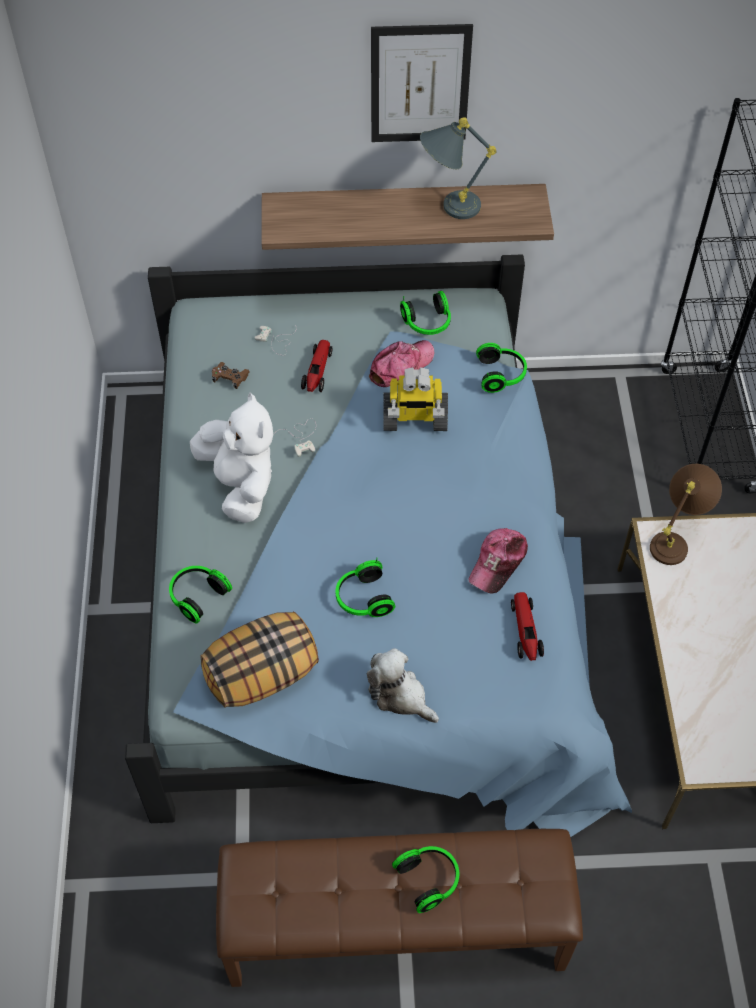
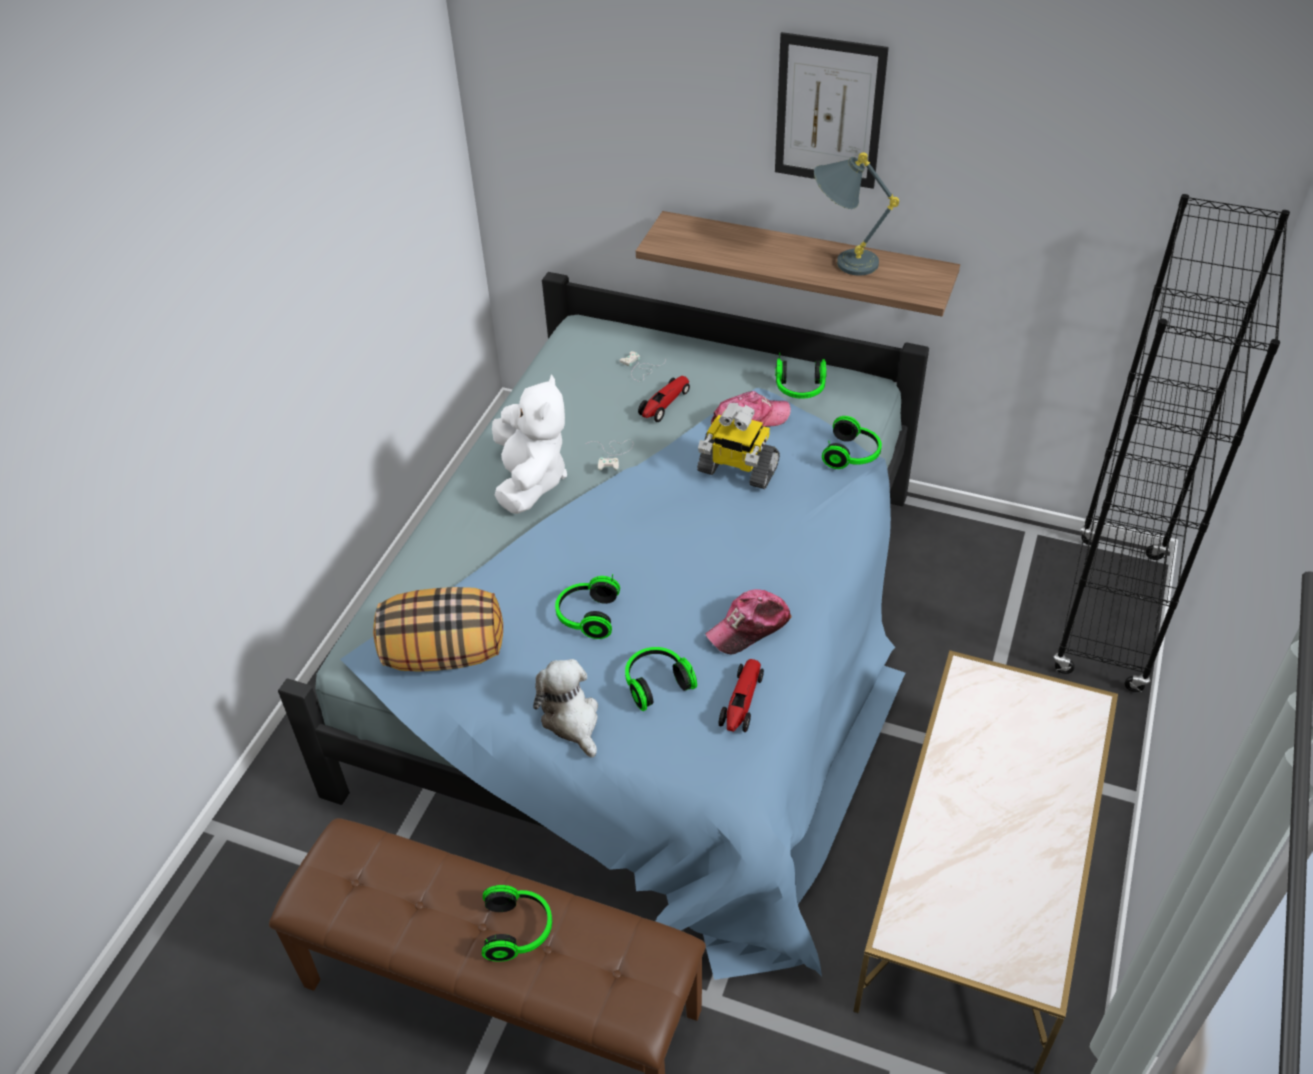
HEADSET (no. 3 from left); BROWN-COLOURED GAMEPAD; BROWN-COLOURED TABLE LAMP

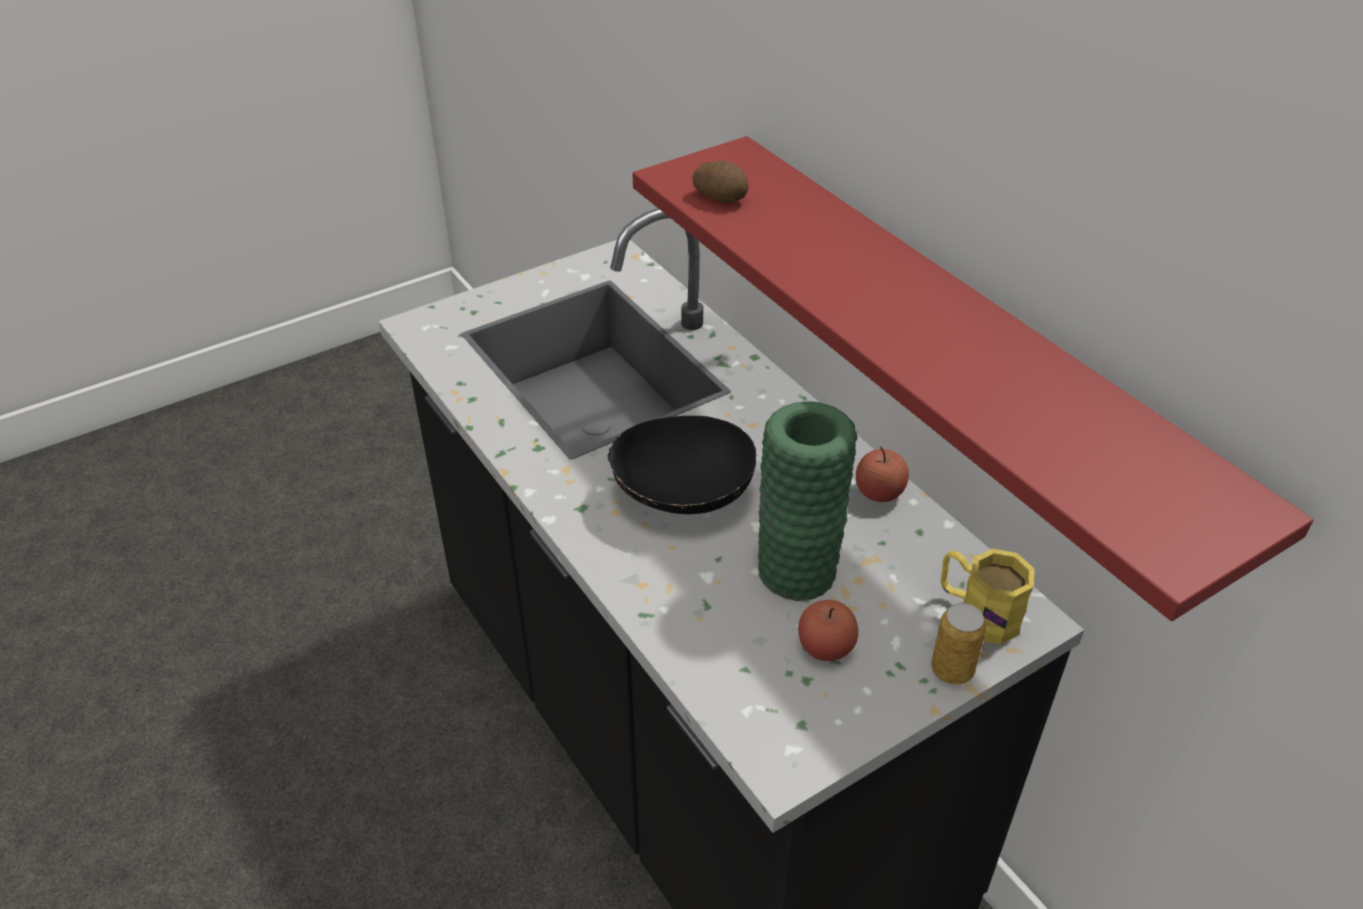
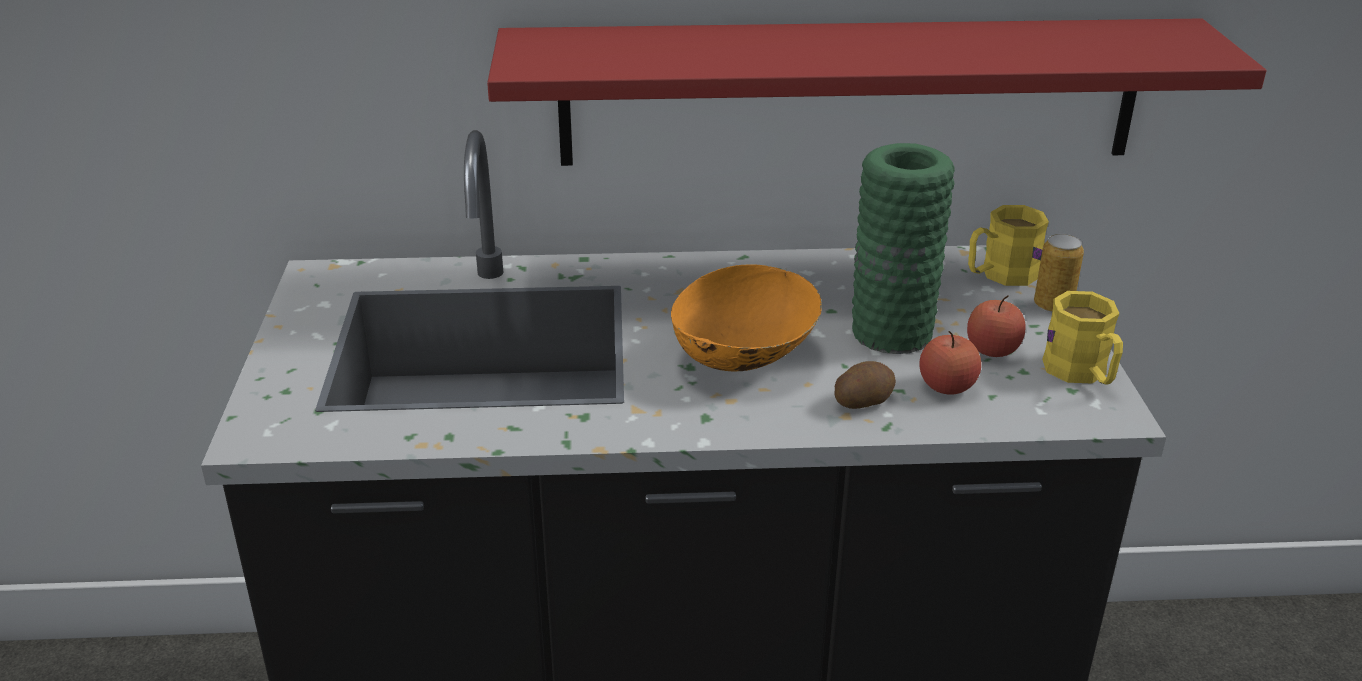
ORANGE-COLOURED BOWL; POTATO; WHOLE APPLE (no. 1 from left); YELLOWISH MUG (no. 2 from left)

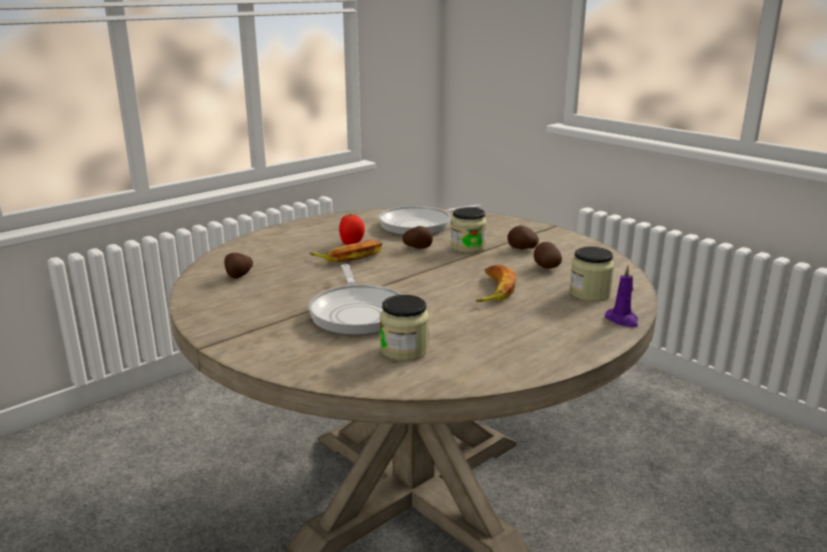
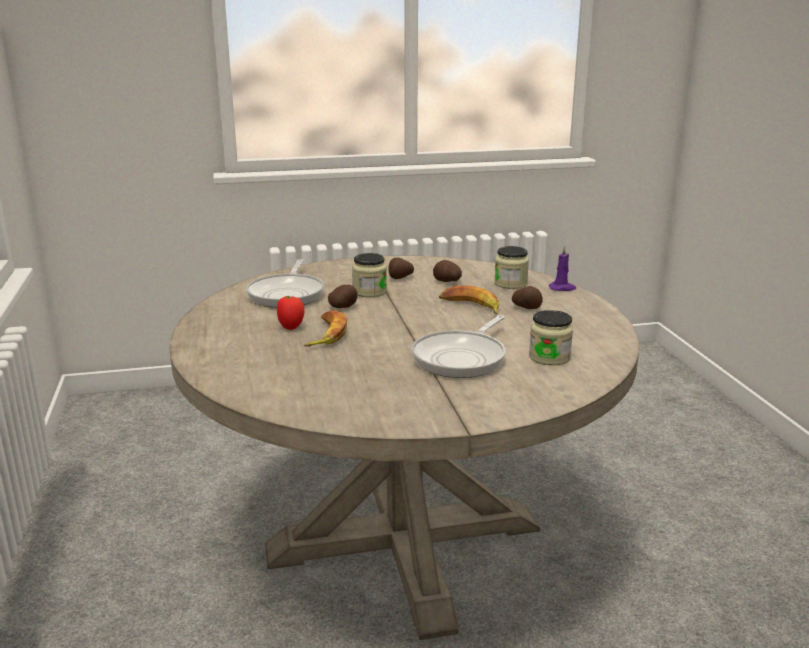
SKILLET (no. 2 from left); POTATO (no. 4 from left)

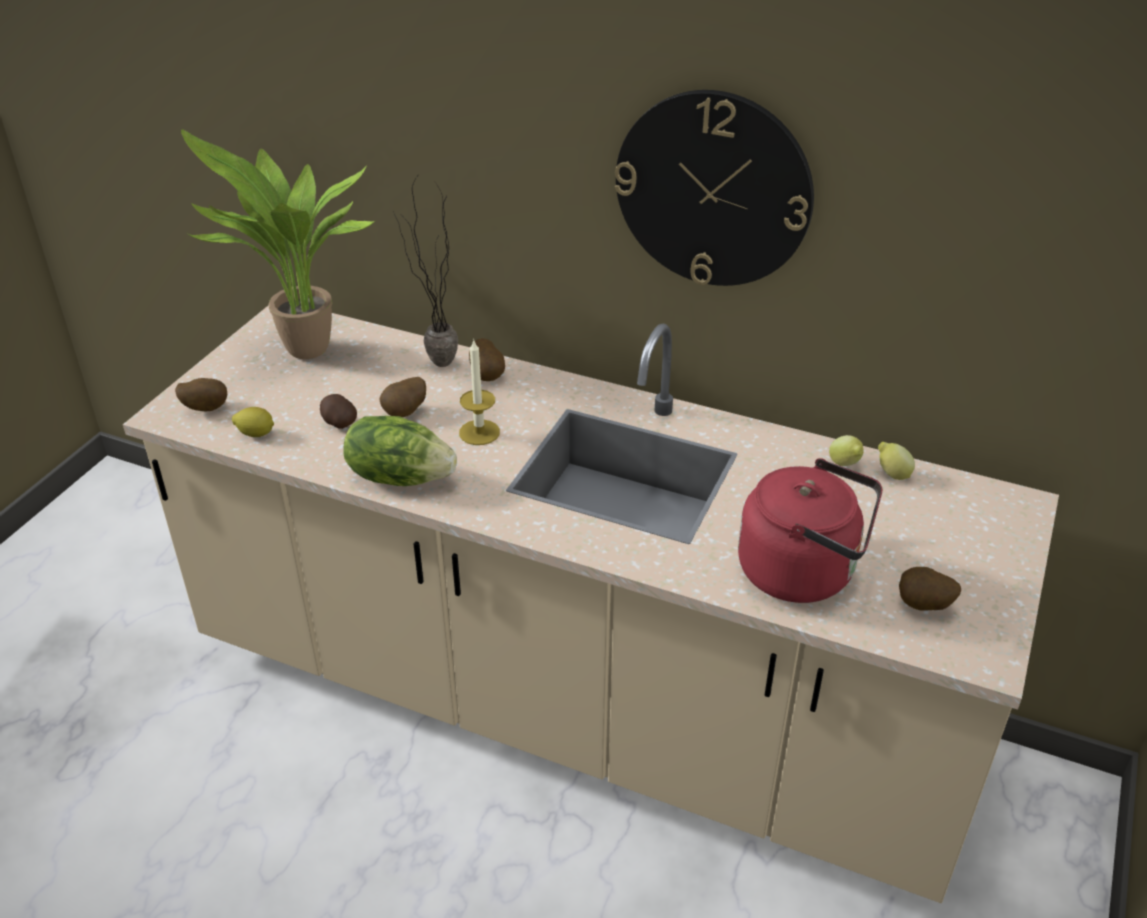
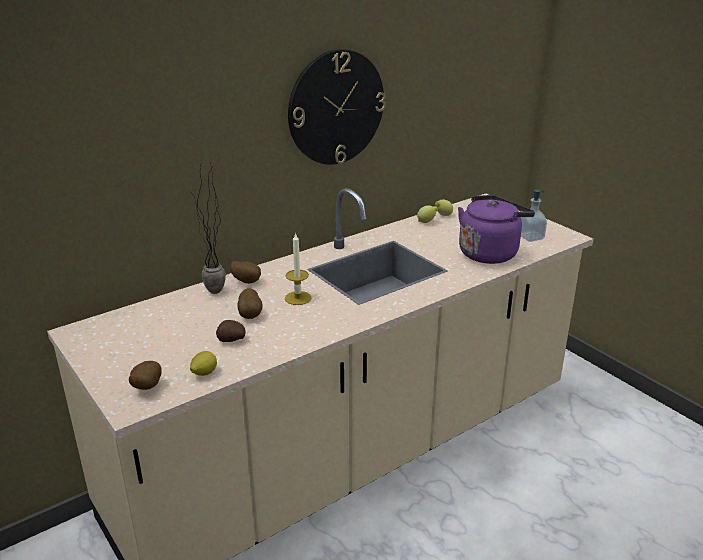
PURPLISH WATER KETTLE; LIQUID SOAP BOTTLE; POTTED PLANT (no. 1 from left in the first image); LETTUCE HEAD

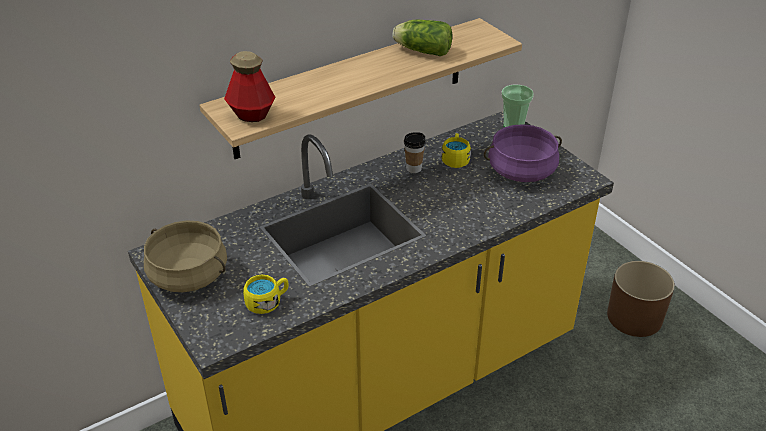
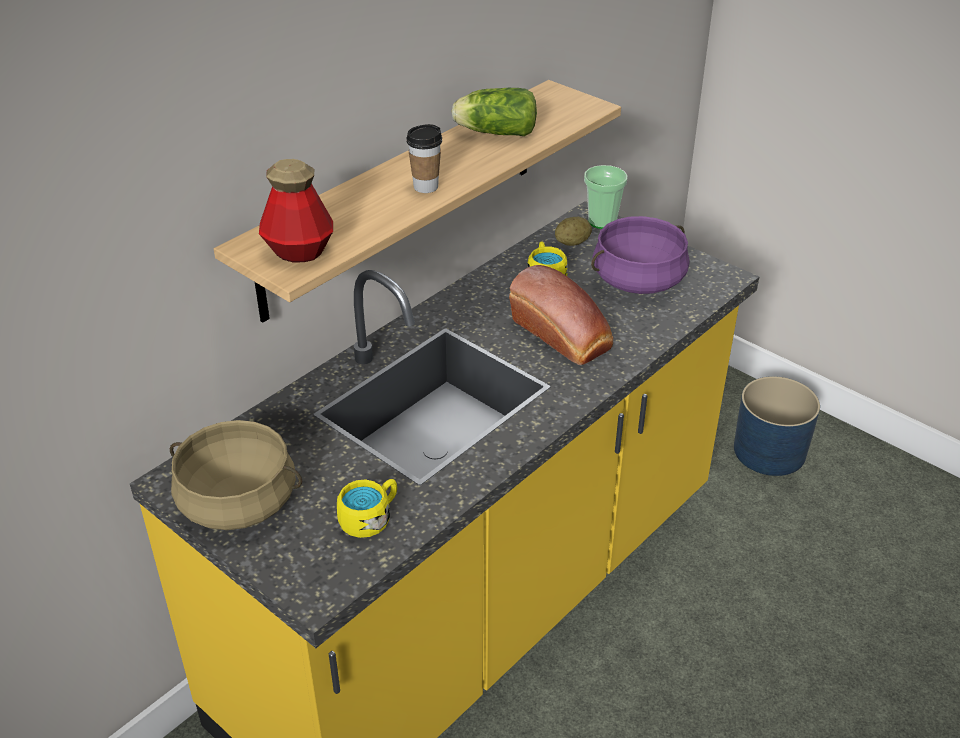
CUP (no. 1 from left); BAKERY BREAD; POTATO; BLUE-COLOURED PLANTER

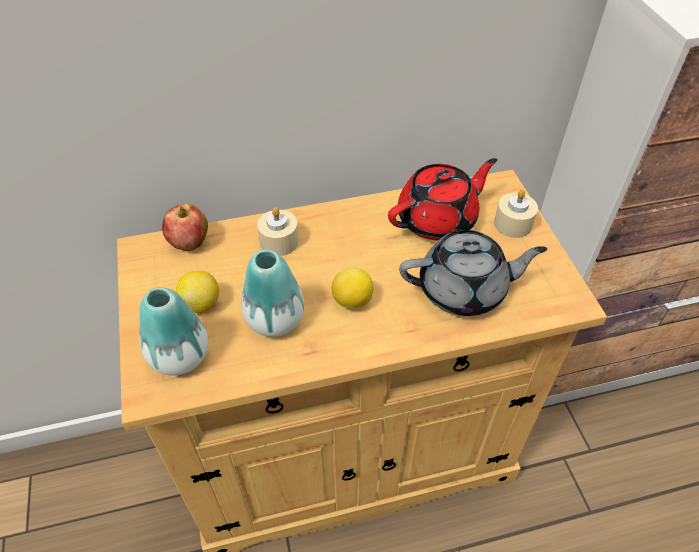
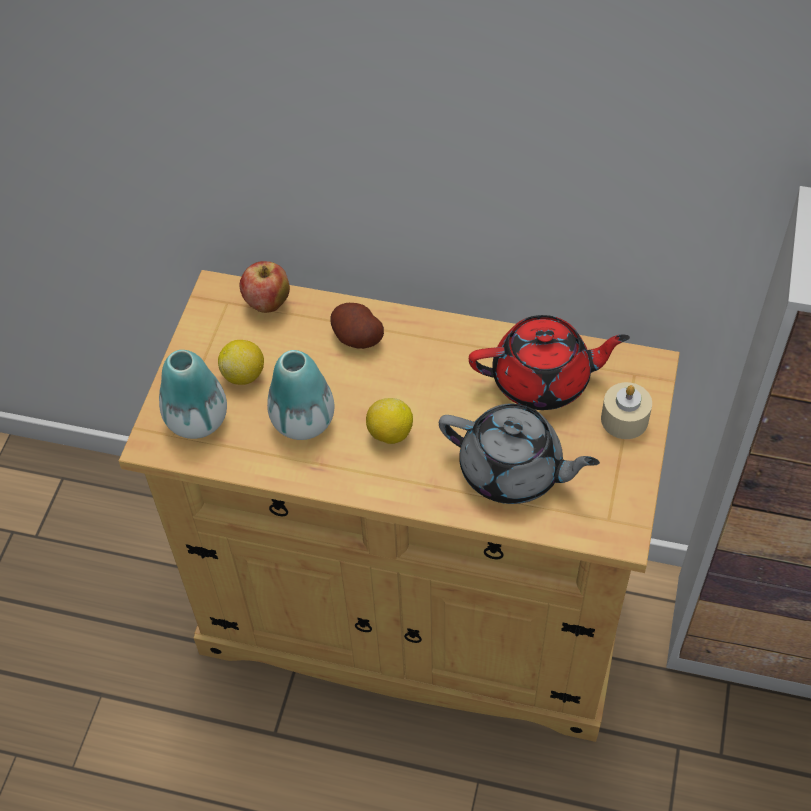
POTATO

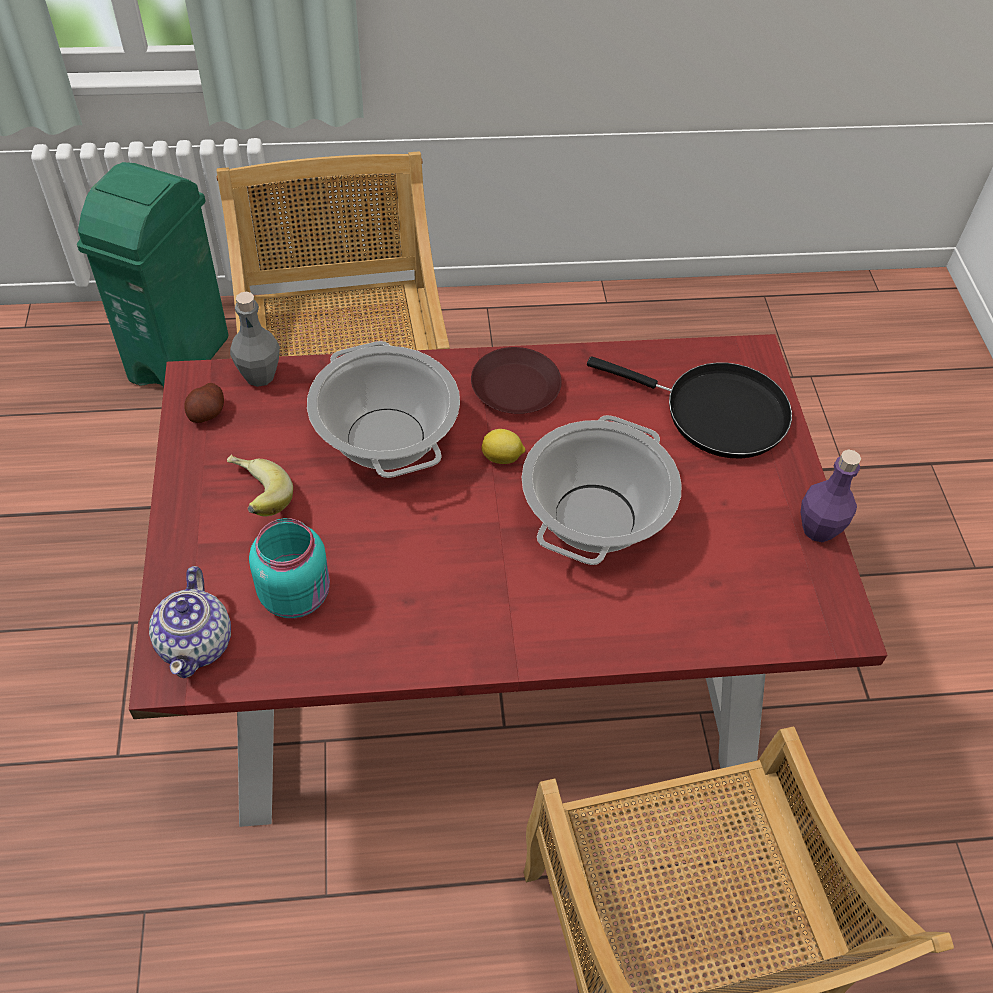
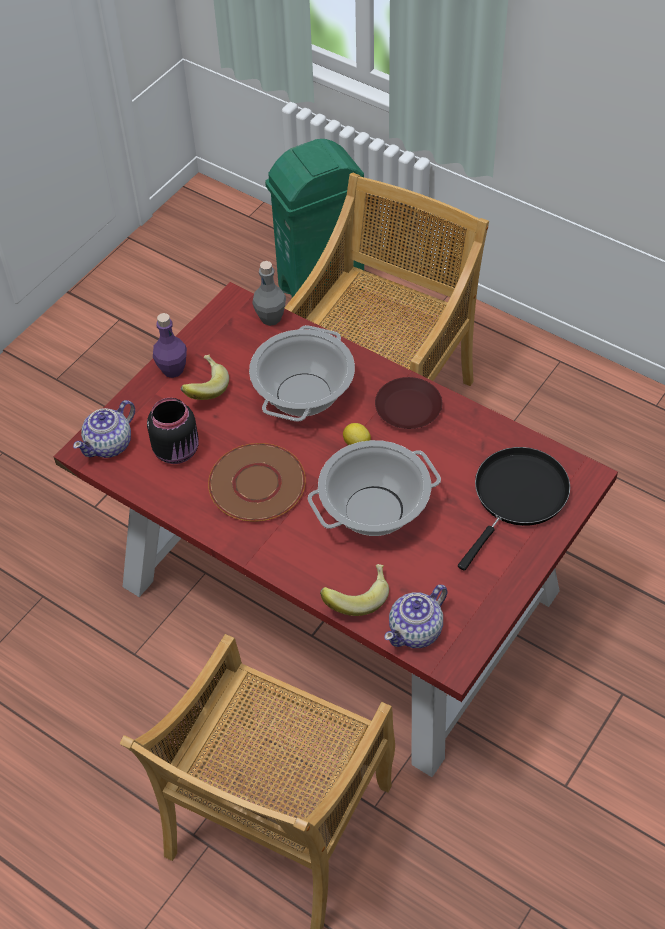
BLACK PRESERVE JAR; PURPLISH DRINK BOTTLE; BROWN-COLOURED PLATE (no. 1 from left); WHOLE BANANA (no. 2 from left); TEA POT (no. 2 from left); BLACK SKILLET; POTATO

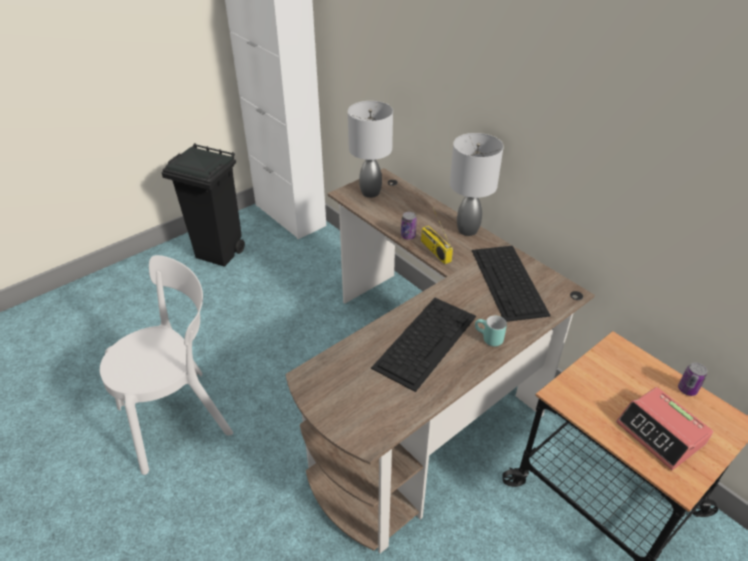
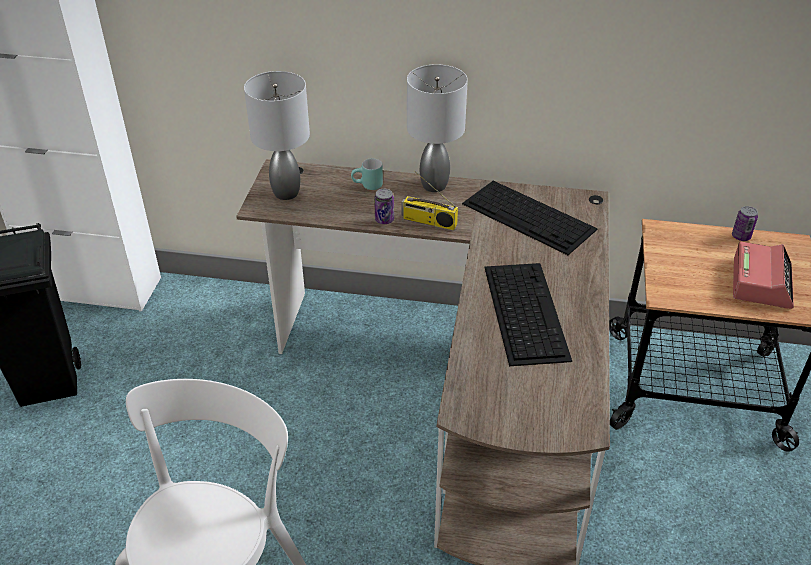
TURQUOISE-COLOURED MUG; TABLE CLOCK

